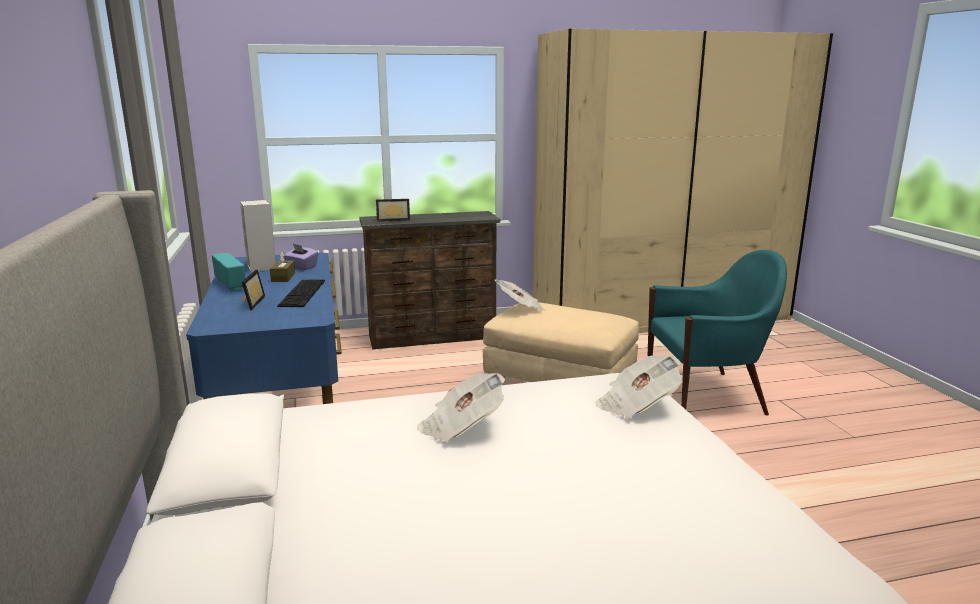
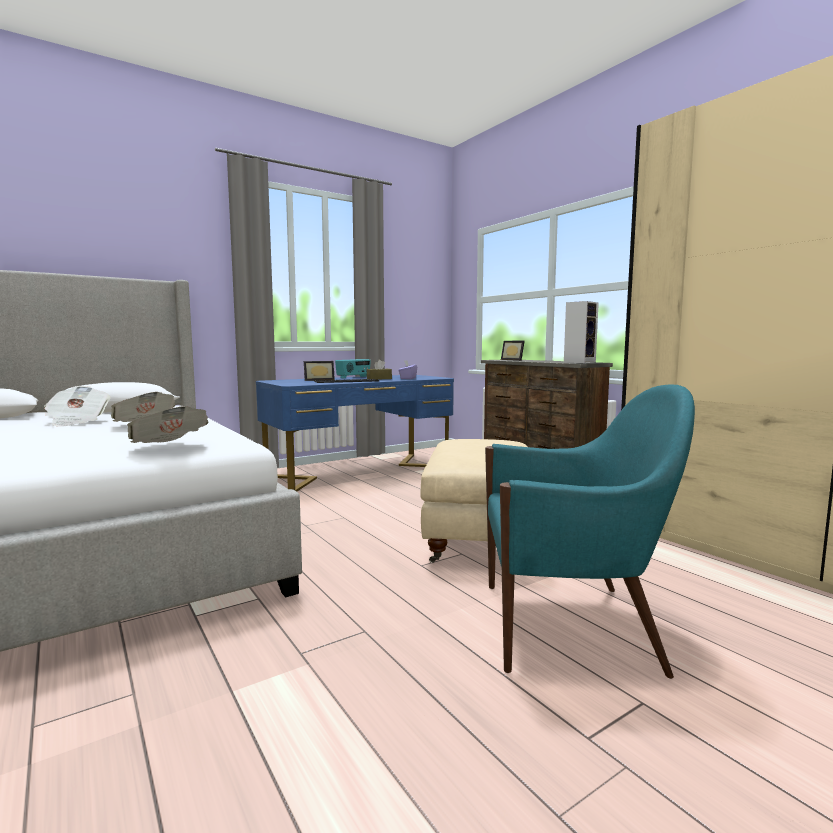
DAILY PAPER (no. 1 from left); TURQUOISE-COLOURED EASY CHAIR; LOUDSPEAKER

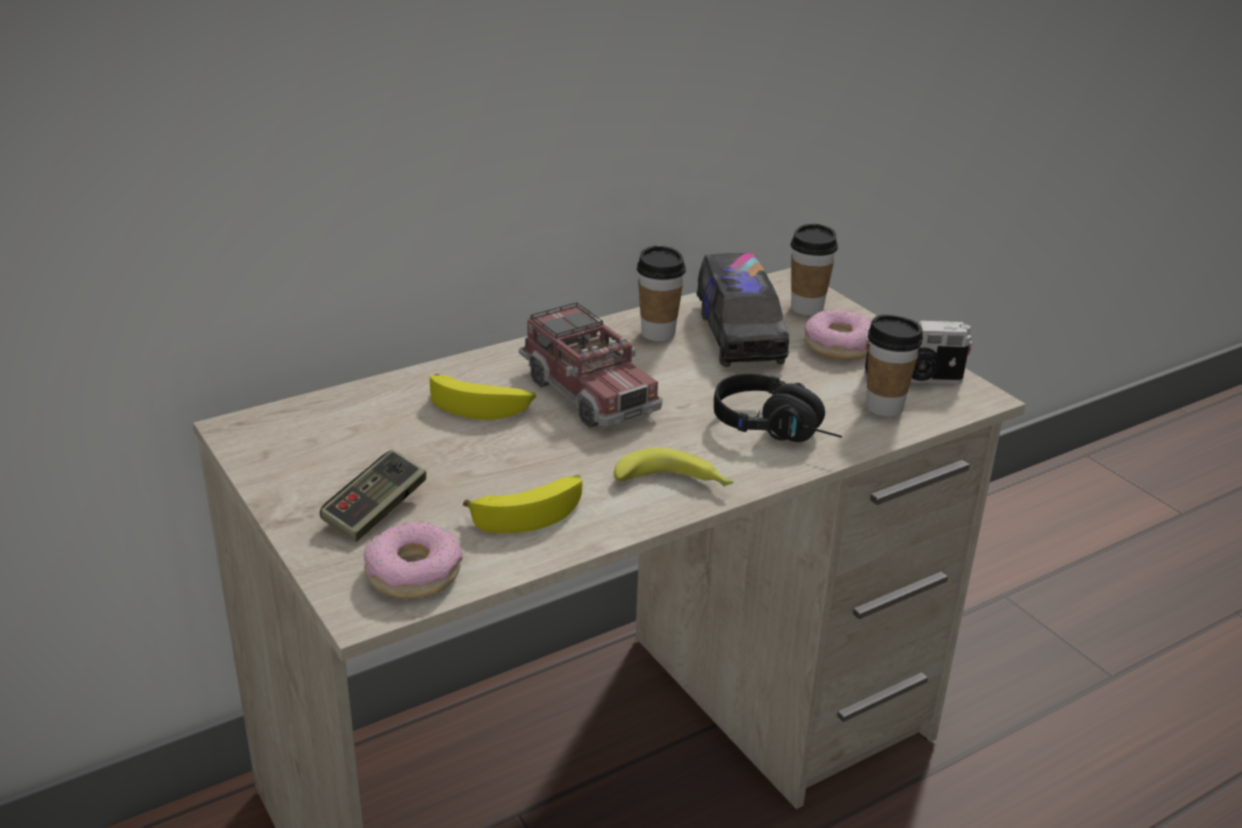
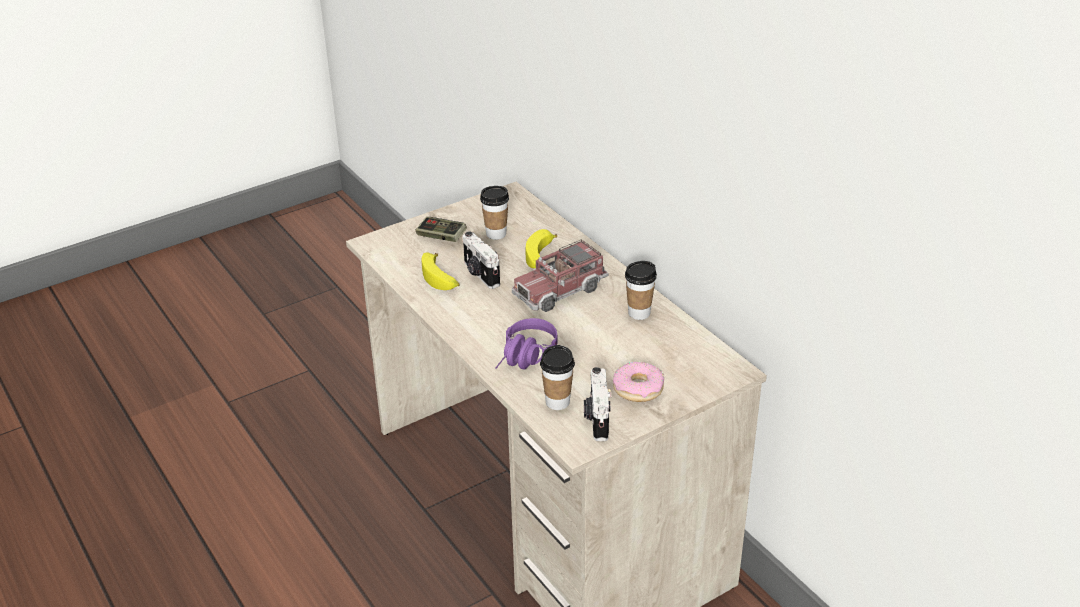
STILL CAMERA (no. 1 from left); CUP (no. 1 from left); PURPLISH HEADSET; DONUT (no. 1 from left in the first image); WHOLE BANANA (no. 3 from left in the first image); TOY LORRY (no. 2 from left in the first image)

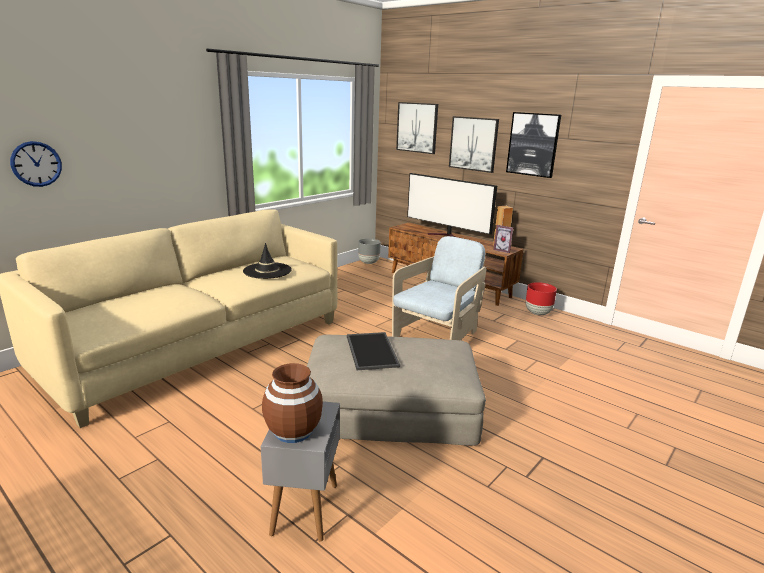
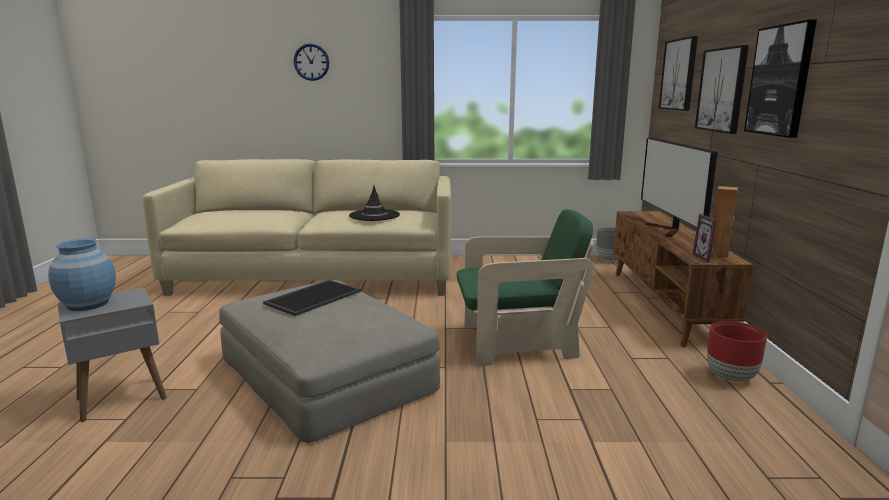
BLUE-COLOURED FLOWER VASE; HANGING CLOCK; GREEN EASY CHAIR

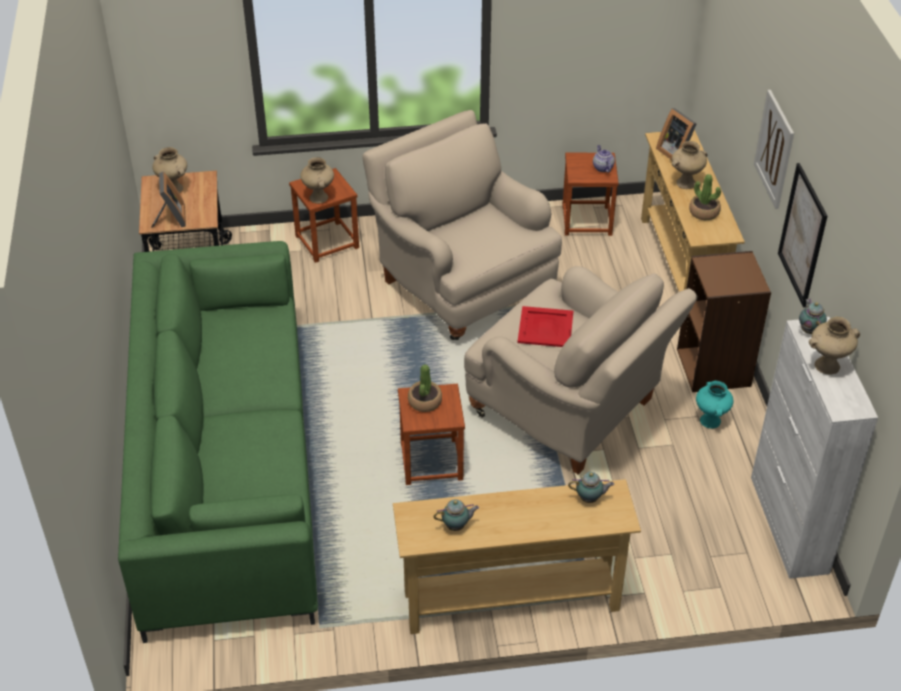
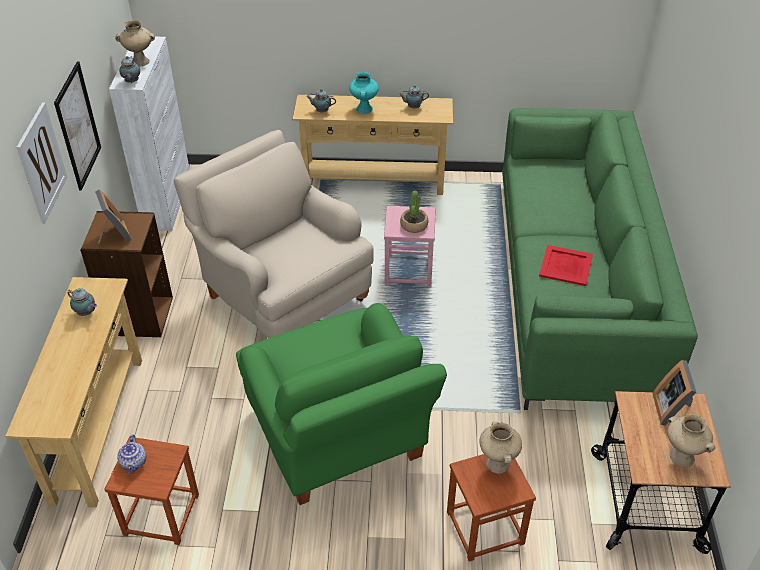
TEA POT (no. 1 from left); STANDING FRAME (no. 1 from left); GREEN EASY CHAIR; TURQUOISE-COLOURED FLOWER VASE; PINK STOOL SEAT; RED-COLOURED TRAY; BEIGE FLOWER VASE (no. 3 from left in the first image)

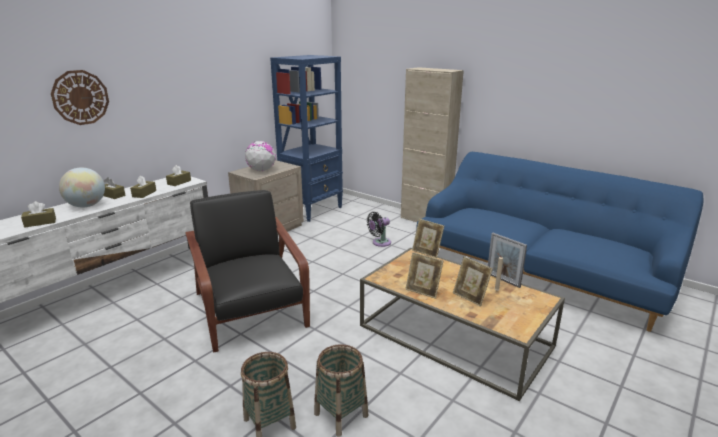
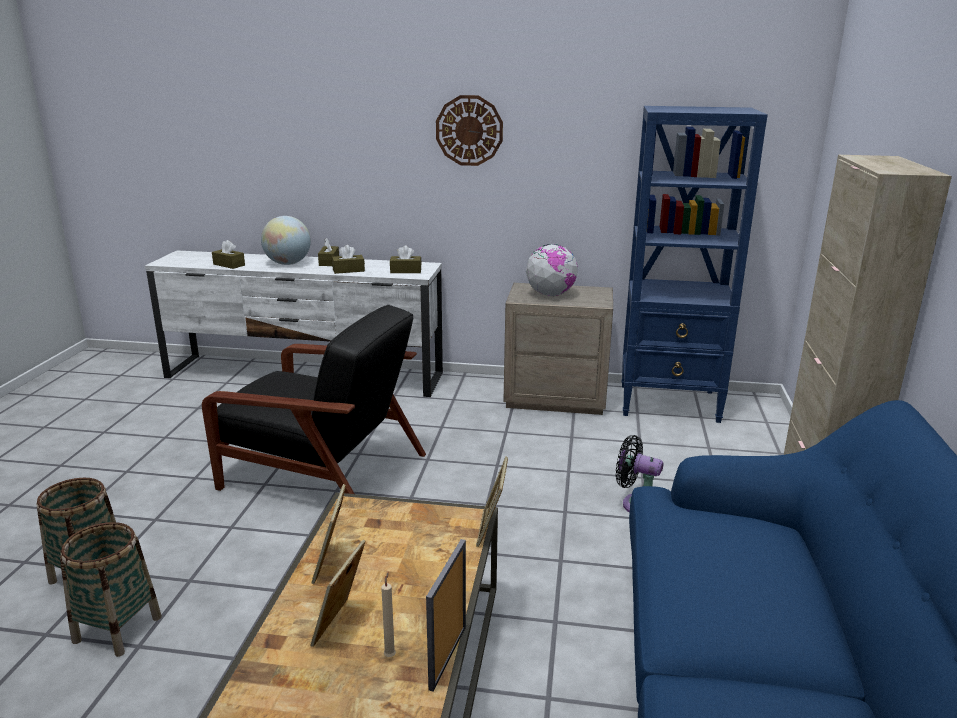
BLACK EASY CHAIR; HANGING CLOCK

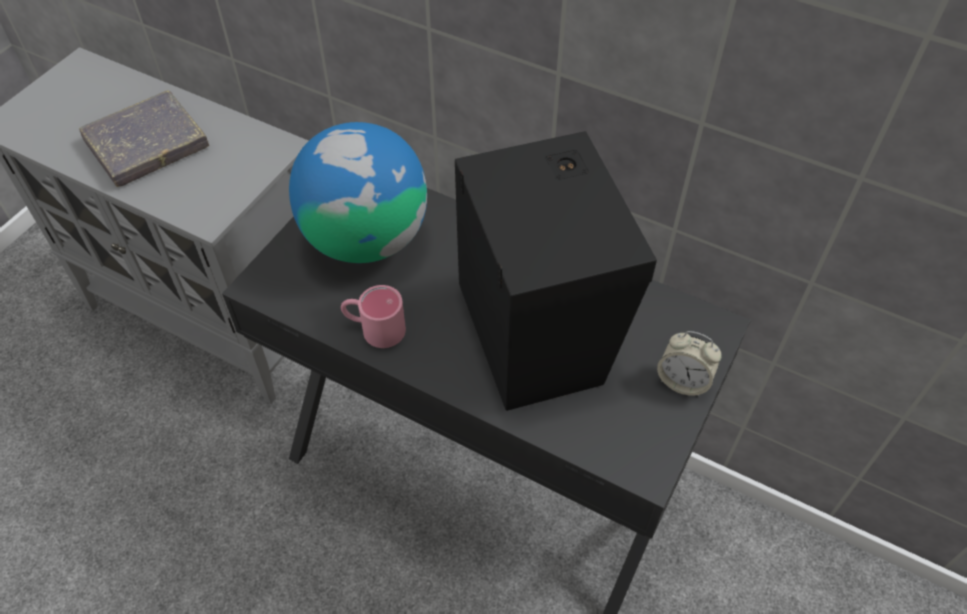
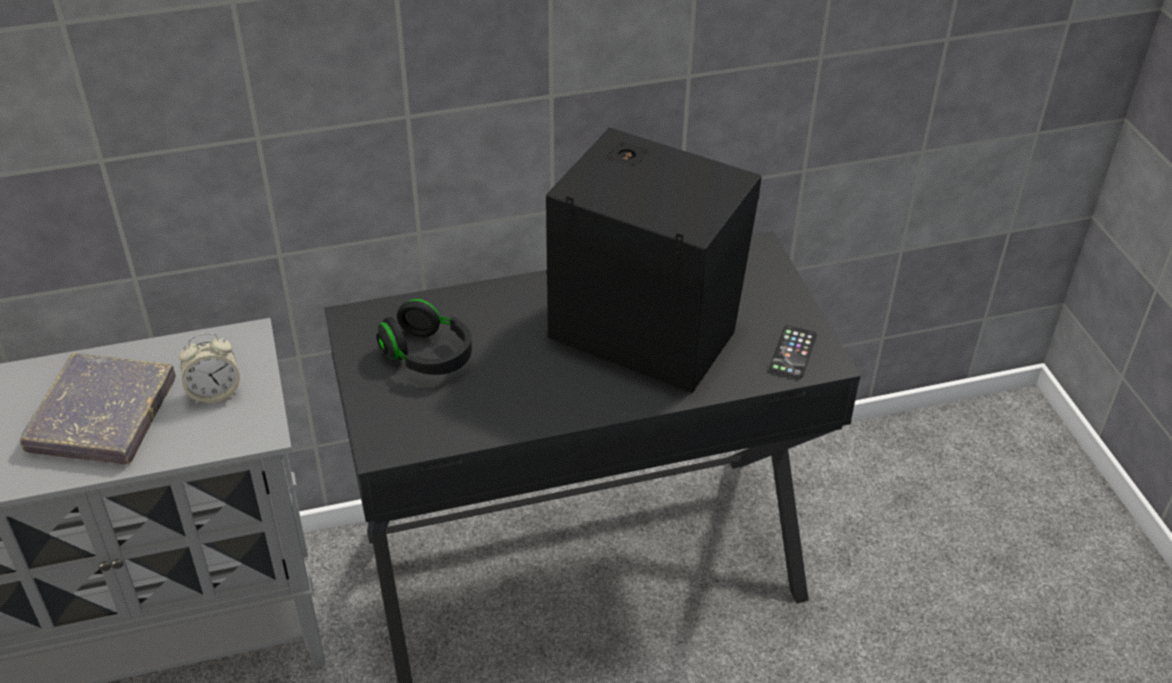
TABLE CLOCK; BLACK HEADSET; HANDSET; PINK MUG

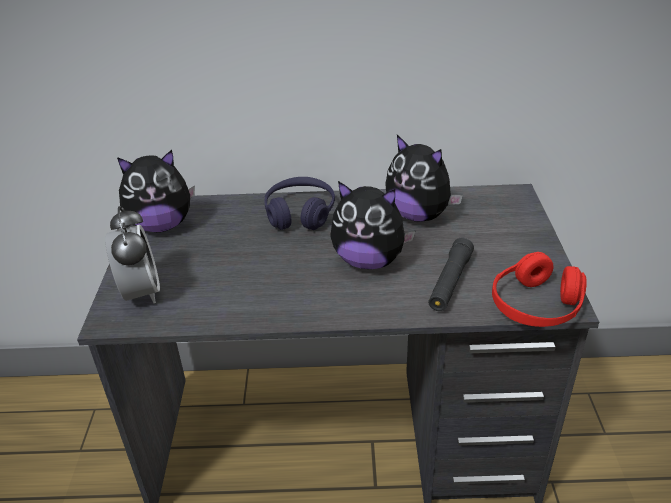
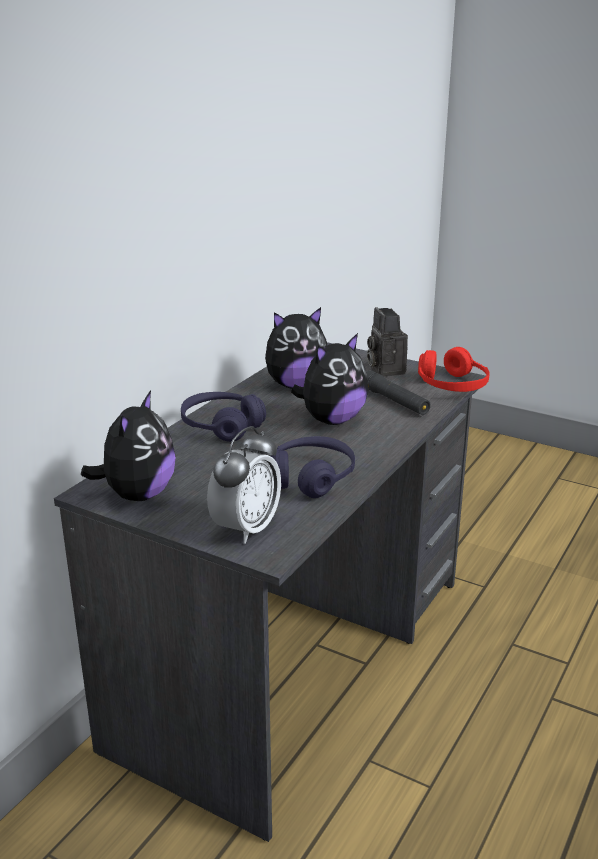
TABLE CLOCK; PURPLISH HEADSET (no. 2 from left); STILL CAMERA

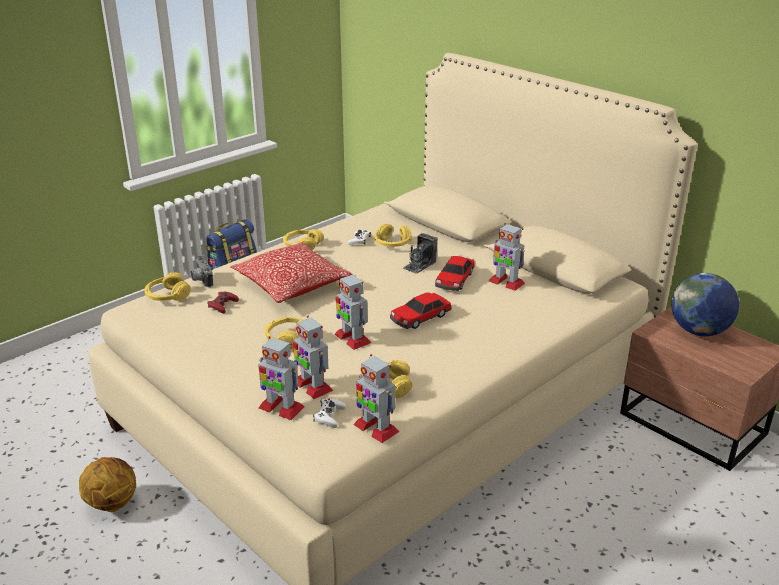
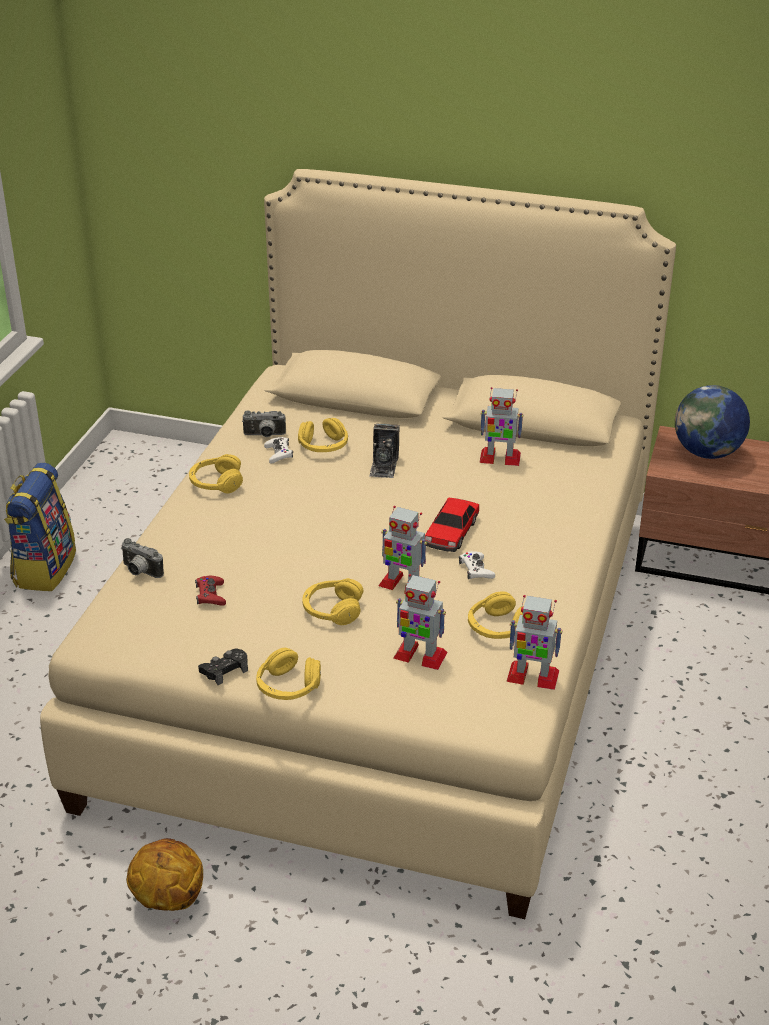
BLACK GAMEPAD; STILL CAMERA (no. 2 from left); YELLOWISH HEADSET (no. 2 from left); WHITE GAMEPAD (no. 2 from left); THROW PILLOW; MODEL ROBOT (no. 1 from left in the first image); TOY CAR (no. 2 from left in the first image)

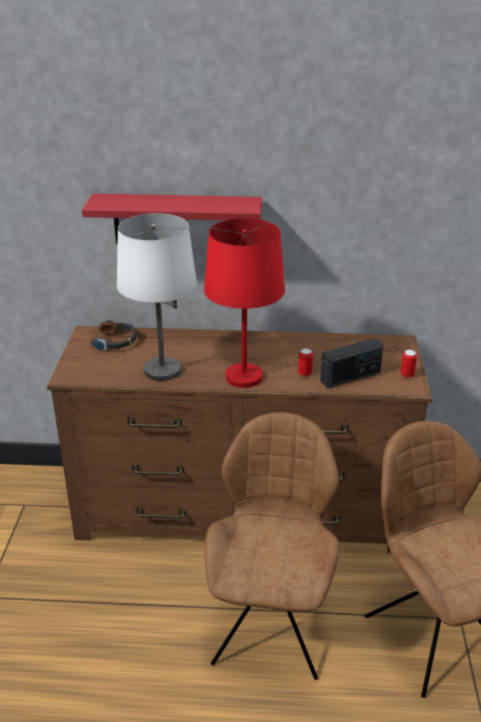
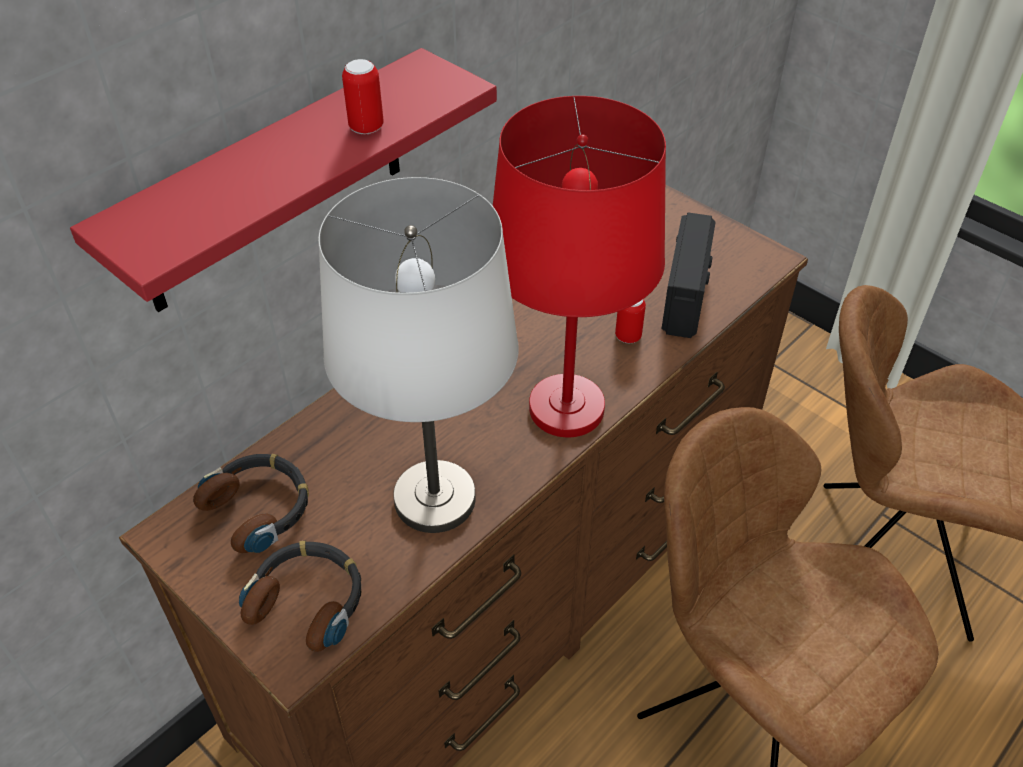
HEADSET (no. 2 from left); METAL CAN (no. 1 from left)

